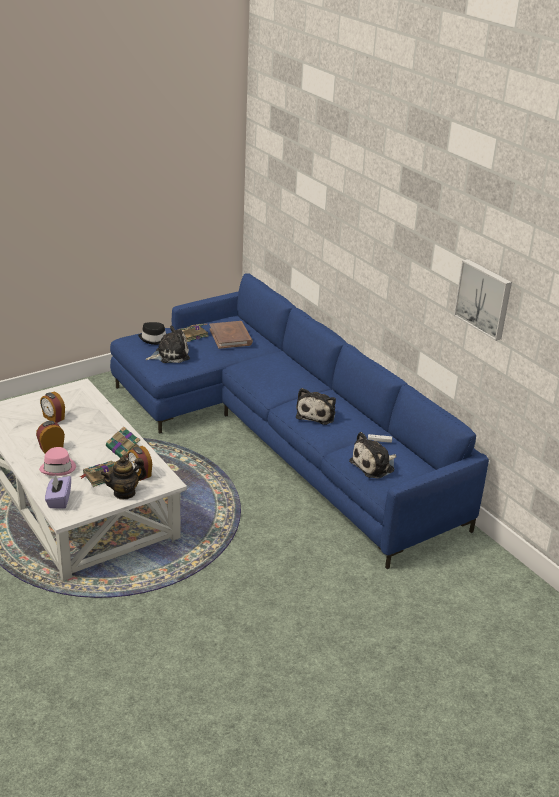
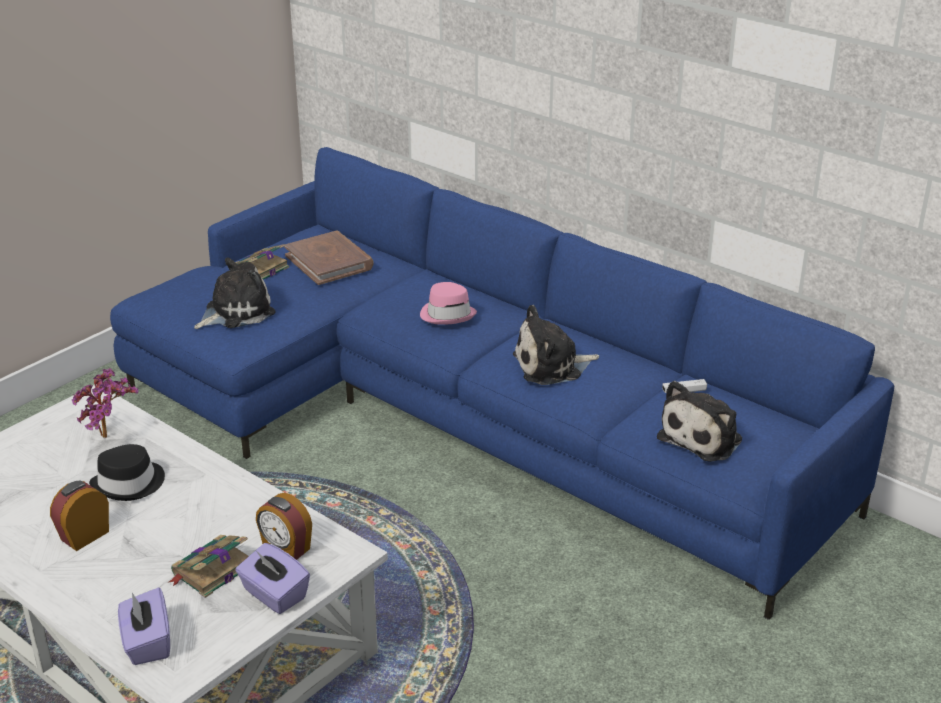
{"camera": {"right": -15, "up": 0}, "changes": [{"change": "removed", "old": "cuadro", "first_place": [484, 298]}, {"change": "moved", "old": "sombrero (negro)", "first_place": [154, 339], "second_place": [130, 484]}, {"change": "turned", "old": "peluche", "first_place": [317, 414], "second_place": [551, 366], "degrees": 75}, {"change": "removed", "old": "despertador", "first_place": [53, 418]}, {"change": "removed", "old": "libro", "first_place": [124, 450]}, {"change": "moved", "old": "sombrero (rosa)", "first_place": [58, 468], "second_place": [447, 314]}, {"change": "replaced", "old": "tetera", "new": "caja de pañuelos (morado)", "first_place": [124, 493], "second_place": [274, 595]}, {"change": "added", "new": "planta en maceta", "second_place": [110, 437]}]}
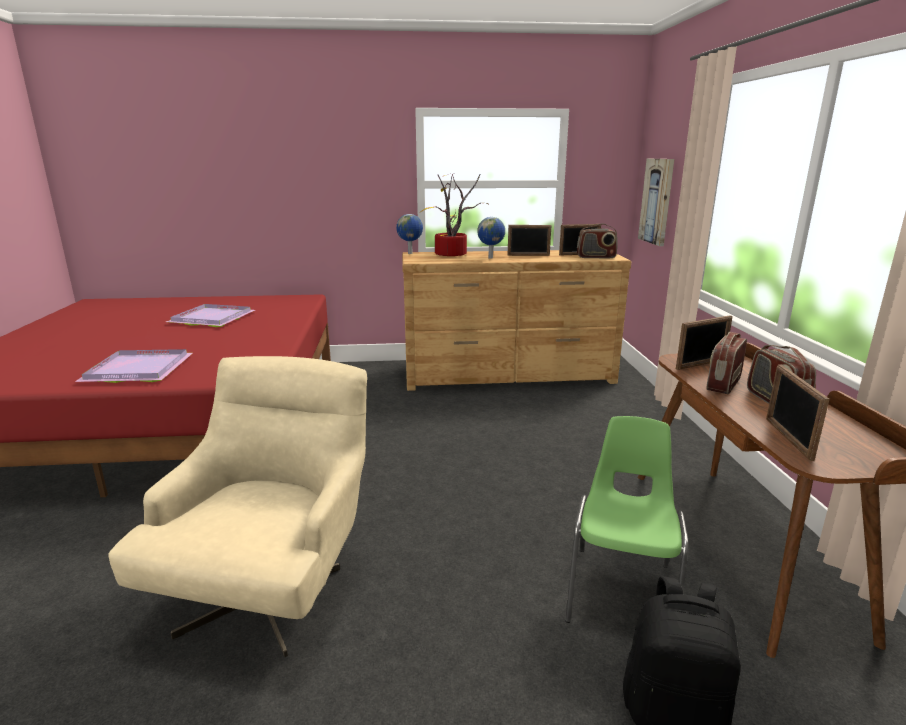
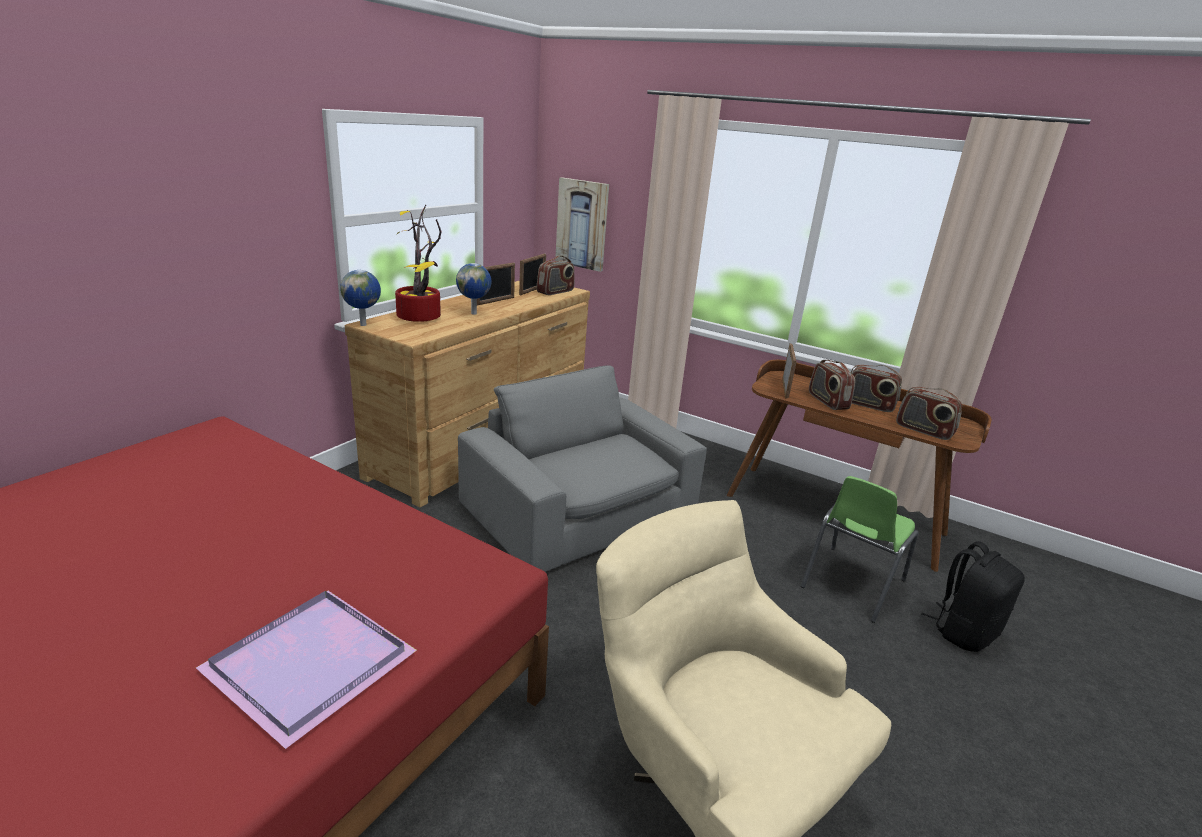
{"camera": {"right": -55, "up": 5}, "changes": [{"change": "removed", "old": "bandeja (morado)", "first_place": [212, 318]}, {"change": "replaced", "old": "portarretratos", "new": "radio", "first_place": [788, 438], "second_place": [923, 430]}, {"change": "turned", "old": "silla (verde)", "first_place": [622, 591], "second_place": [851, 584], "degrees": -105}, {"change": "added", "new": "sillón (gris)", "second_place": [581, 511]}]}
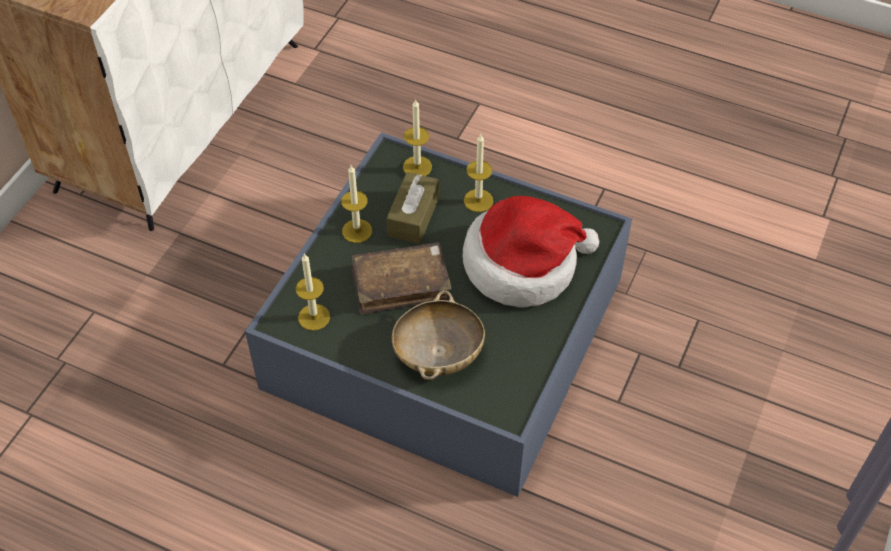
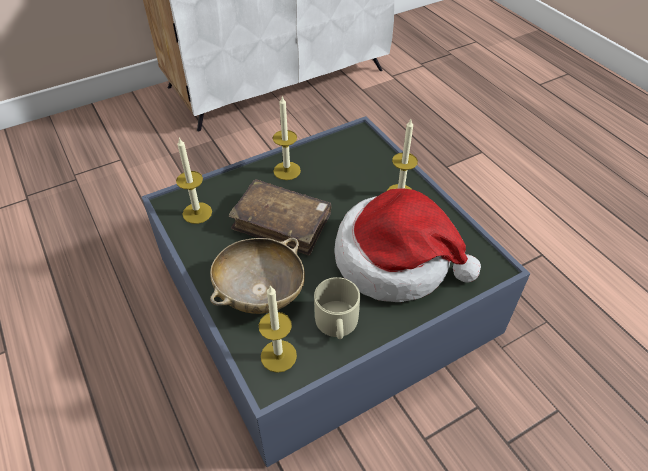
{"camera": {"right": 35, "up": -5}, "changes": [{"change": "moved", "old": "vela", "first_place": [417, 167], "second_place": [278, 356]}, {"change": "removed", "old": "caja de pañuelos (marrón)", "first_place": [413, 216]}, {"change": "added", "new": "taza grande (beis)", "second_place": [337, 323]}]}
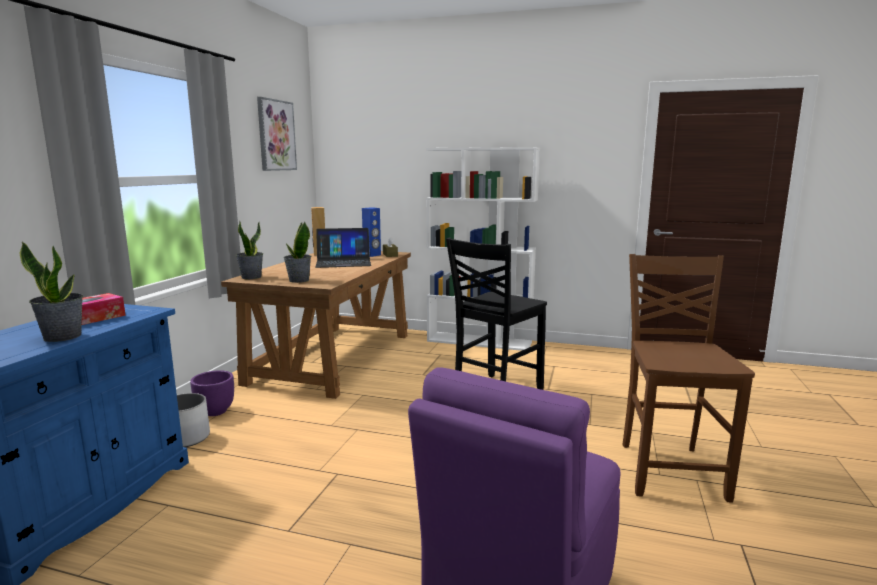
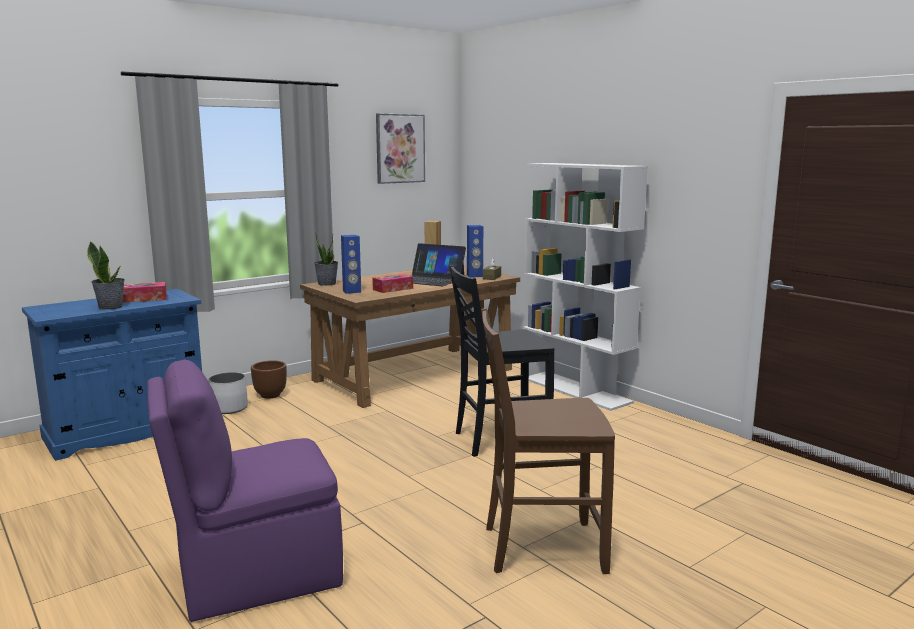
{"camera": {"right": 35, "up": 0}, "changes": [{"change": "replaced", "old": "planta en maceta", "new": "altavoz (azul)", "first_place": [298, 280], "second_place": [352, 291]}, {"change": "turned", "old": "silla (marrón)", "first_place": [670, 470], "second_place": [540, 547], "degrees": -135}, {"change": "recoloured", "old": "maceta (morado)", "new": "maceta (marrón)", "first_place": [215, 411], "second_place": [270, 395]}, {"change": "added", "new": "caja de pañuelos", "second_place": [393, 289]}]}
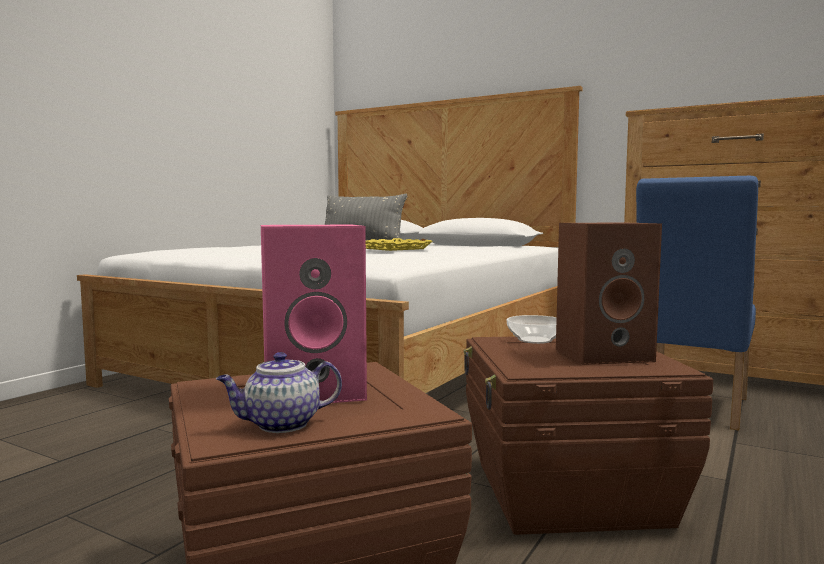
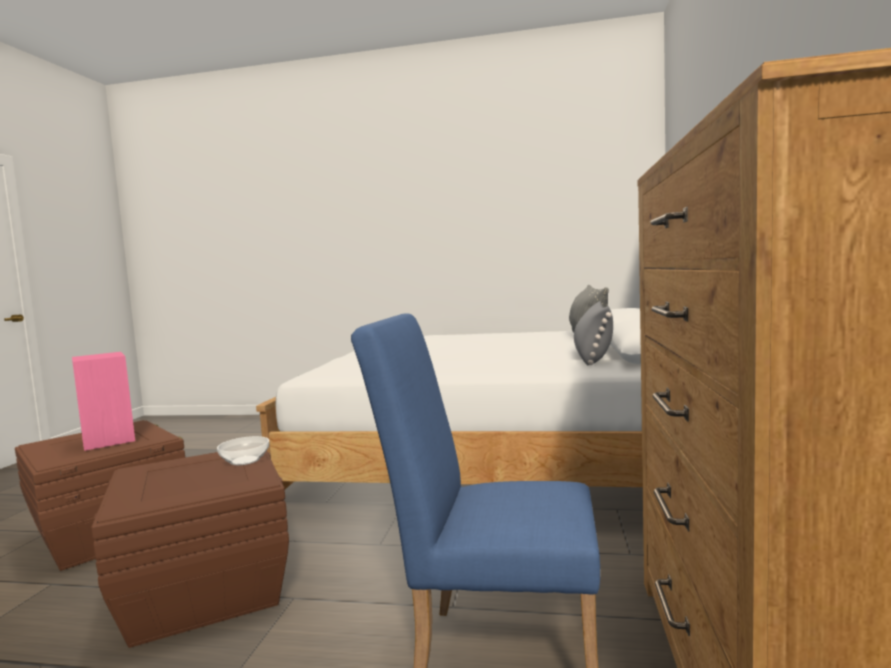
{"camera": {"right": 70, "up": 0}, "changes": [{"change": "removed", "old": "altavoz (marrón)", "first_place": [604, 355]}, {"change": "removed", "old": "bandeja (amarillo)", "first_place": [392, 248]}, {"change": "removed", "old": "tetera", "first_place": [280, 425]}, {"change": "added", "new": "cojín (gris)", "second_place": [593, 355]}]}
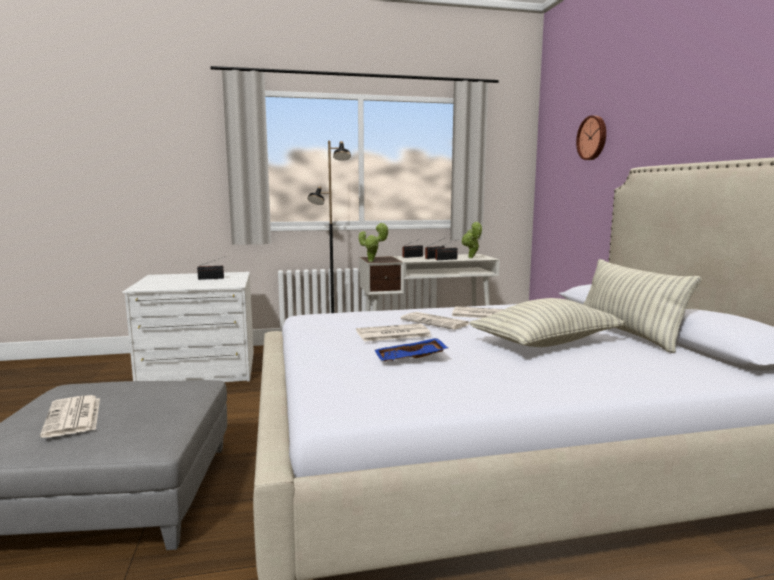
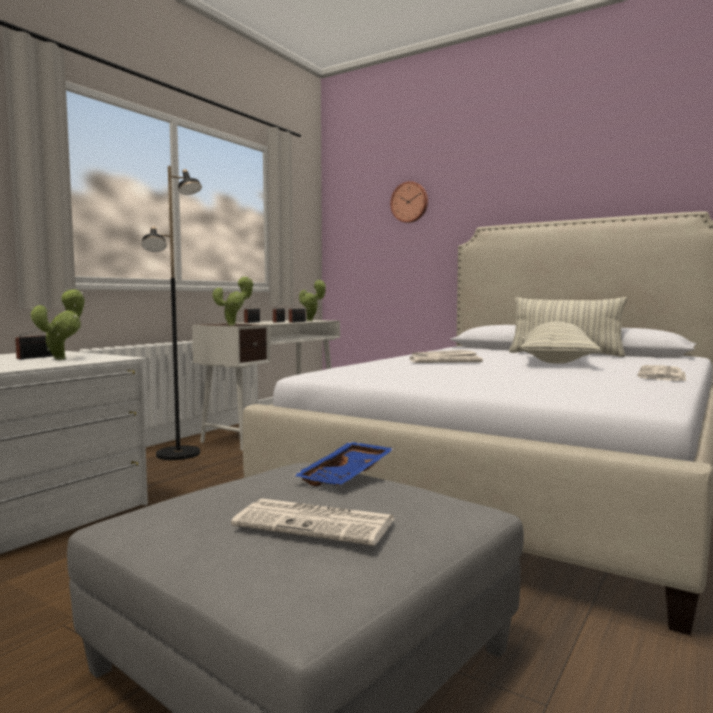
{"camera": {"right": -45, "up": -5}, "changes": [{"change": "moved", "old": "periódico", "first_place": [392, 334], "second_place": [663, 375]}, {"change": "moved", "old": "bandeja (azul)", "first_place": [410, 359], "second_place": [347, 476]}, {"change": "added", "new": "planta en maceta", "second_place": [63, 358]}]}
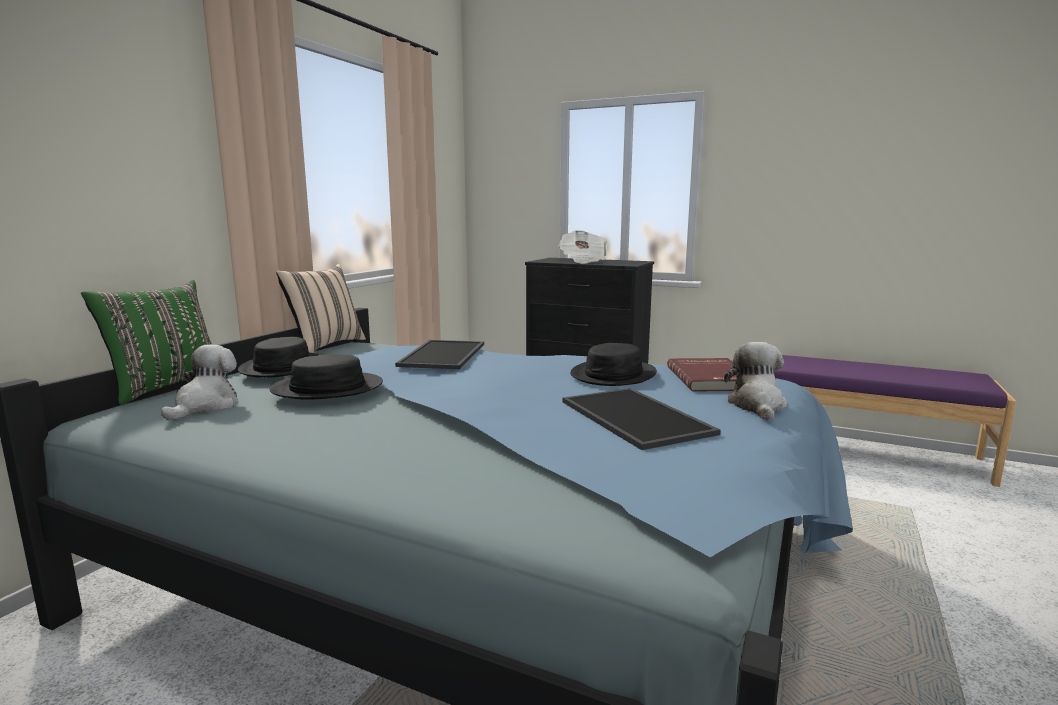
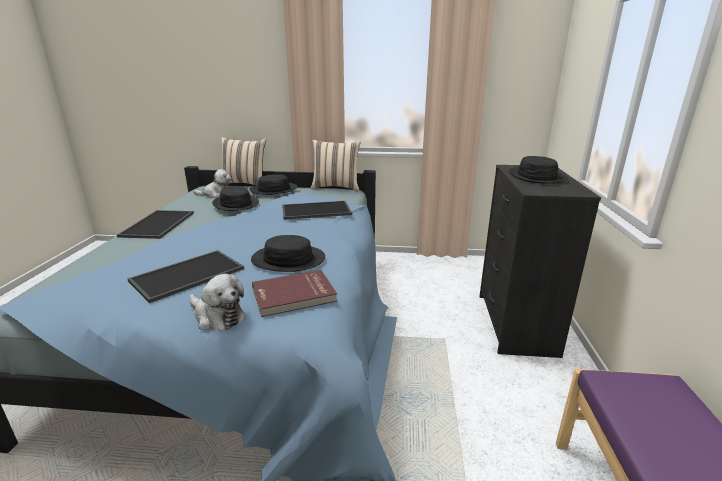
{"camera": {"right": 70, "up": 10}, "changes": [{"change": "replaced", "old": "periódico", "new": "sombrero (negro)", "first_place": [583, 261], "second_place": [536, 176]}, {"change": "recoloured", "old": "cojín (verde)", "new": "cojín (beis)", "first_place": [165, 388], "second_place": [245, 184]}, {"change": "turned", "old": "peluche", "first_place": [757, 406], "second_place": [217, 316], "degrees": 45}, {"change": "added", "new": "bandeja", "second_place": [159, 224]}]}
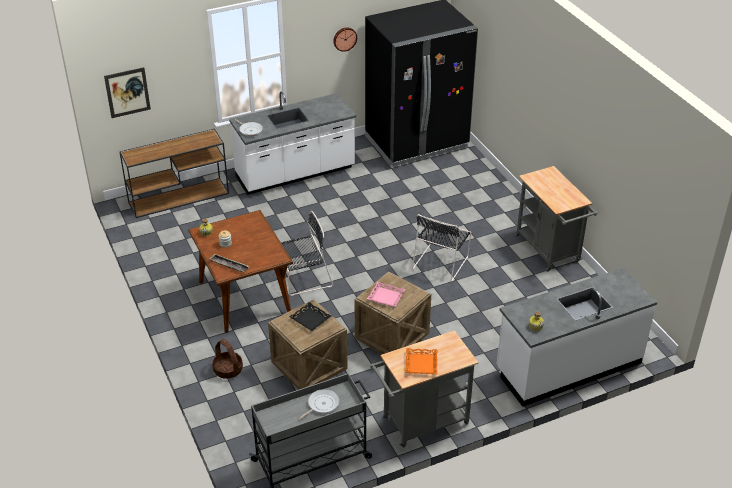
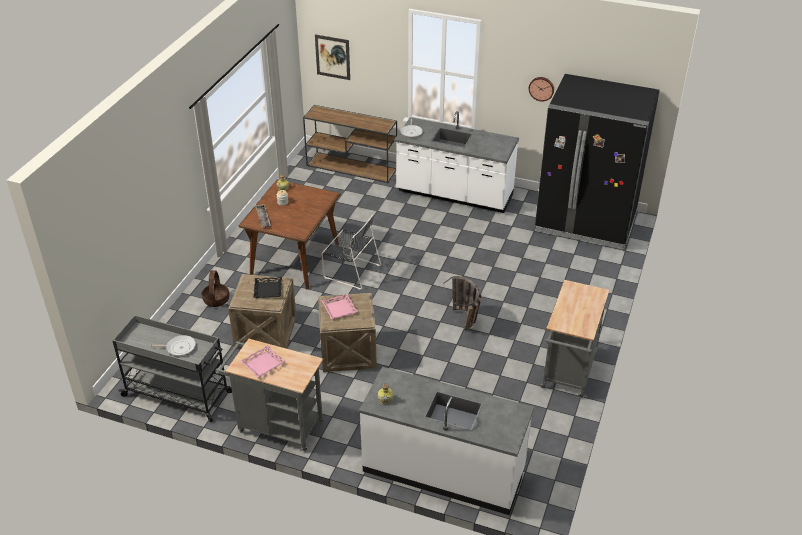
{"camera": {"right": 45, "up": 0}, "changes": [{"change": "replaced", "old": "silla (negro)", "new": "cesta", "first_place": [441, 262], "second_place": [465, 323]}, {"change": "recoloured", "old": "bandeja (naranja)", "new": "bandeja (rosa)", "first_place": [421, 364], "second_place": [263, 364]}]}
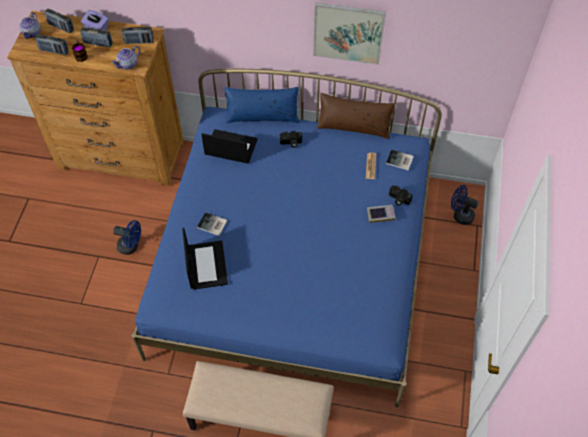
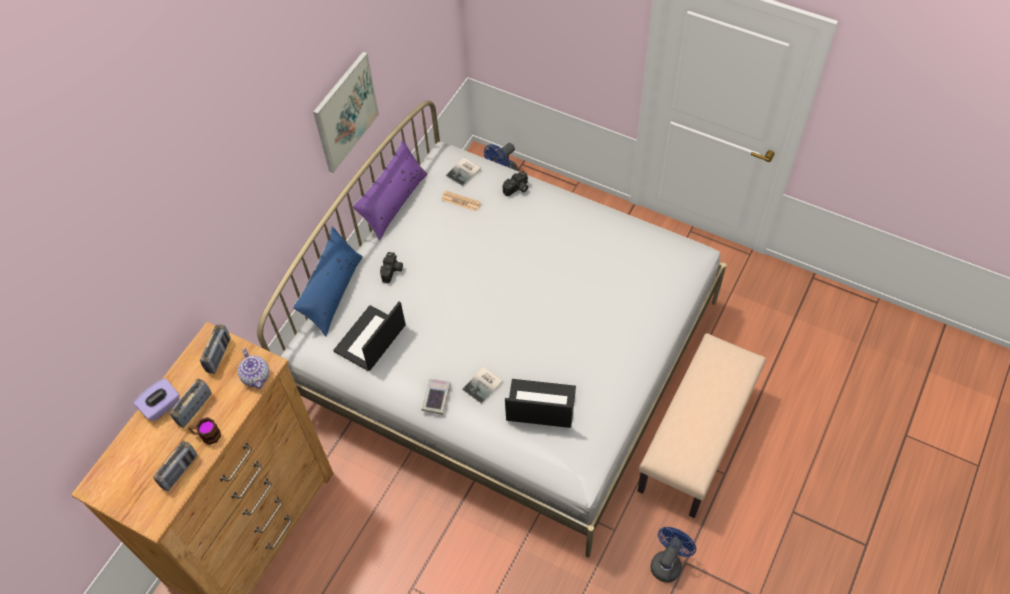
{"camera": {"right": -70, "up": 0}, "changes": [{"change": "removed", "old": "radio", "first_place": [61, 27]}, {"change": "removed", "old": "tetera", "first_place": [32, 33]}, {"change": "recoloured", "old": "cama (azul)", "new": "cama (blanco)", "first_place": [294, 263], "second_place": [507, 354]}, {"change": "recoloured", "old": "cojín (marrón)", "new": "cojín (morado)", "first_place": [354, 126], "second_place": [393, 202]}, {"change": "moved", "old": "libro", "first_place": [380, 214], "second_place": [436, 397]}, {"change": "moved", "old": "ventilador (azul)", "first_place": [131, 246], "second_place": [668, 562]}]}
